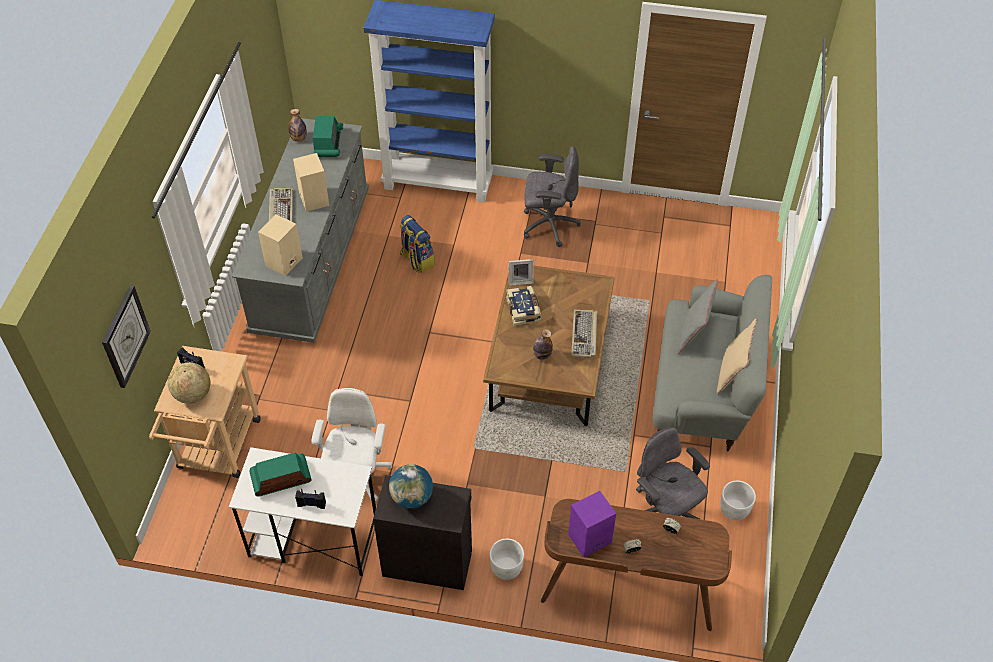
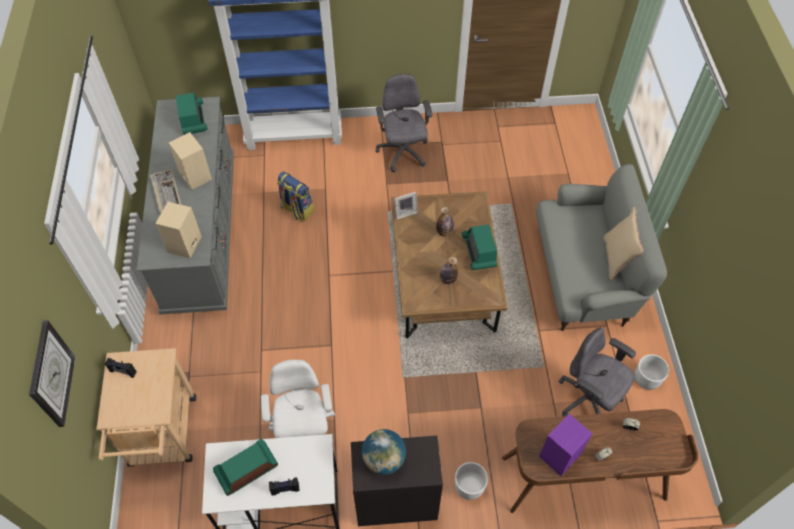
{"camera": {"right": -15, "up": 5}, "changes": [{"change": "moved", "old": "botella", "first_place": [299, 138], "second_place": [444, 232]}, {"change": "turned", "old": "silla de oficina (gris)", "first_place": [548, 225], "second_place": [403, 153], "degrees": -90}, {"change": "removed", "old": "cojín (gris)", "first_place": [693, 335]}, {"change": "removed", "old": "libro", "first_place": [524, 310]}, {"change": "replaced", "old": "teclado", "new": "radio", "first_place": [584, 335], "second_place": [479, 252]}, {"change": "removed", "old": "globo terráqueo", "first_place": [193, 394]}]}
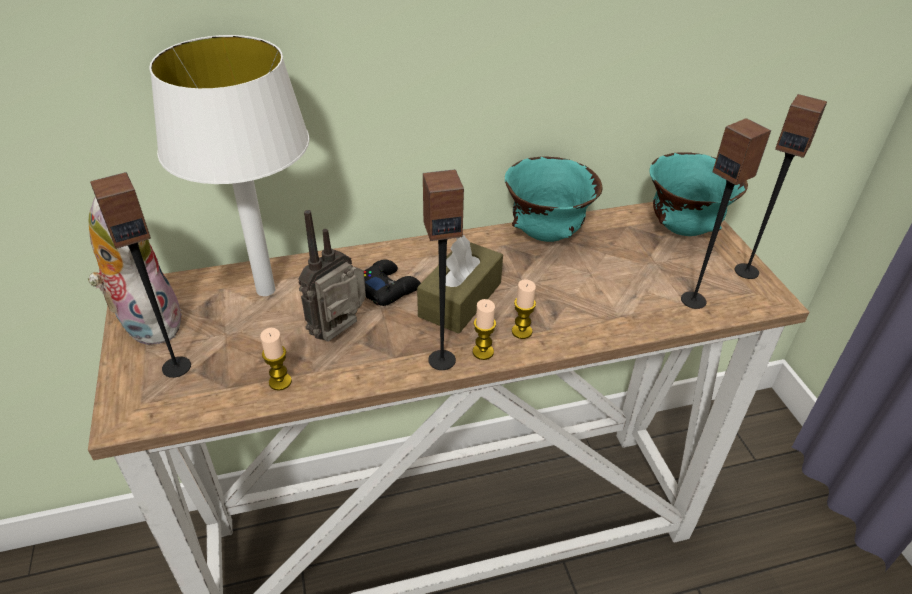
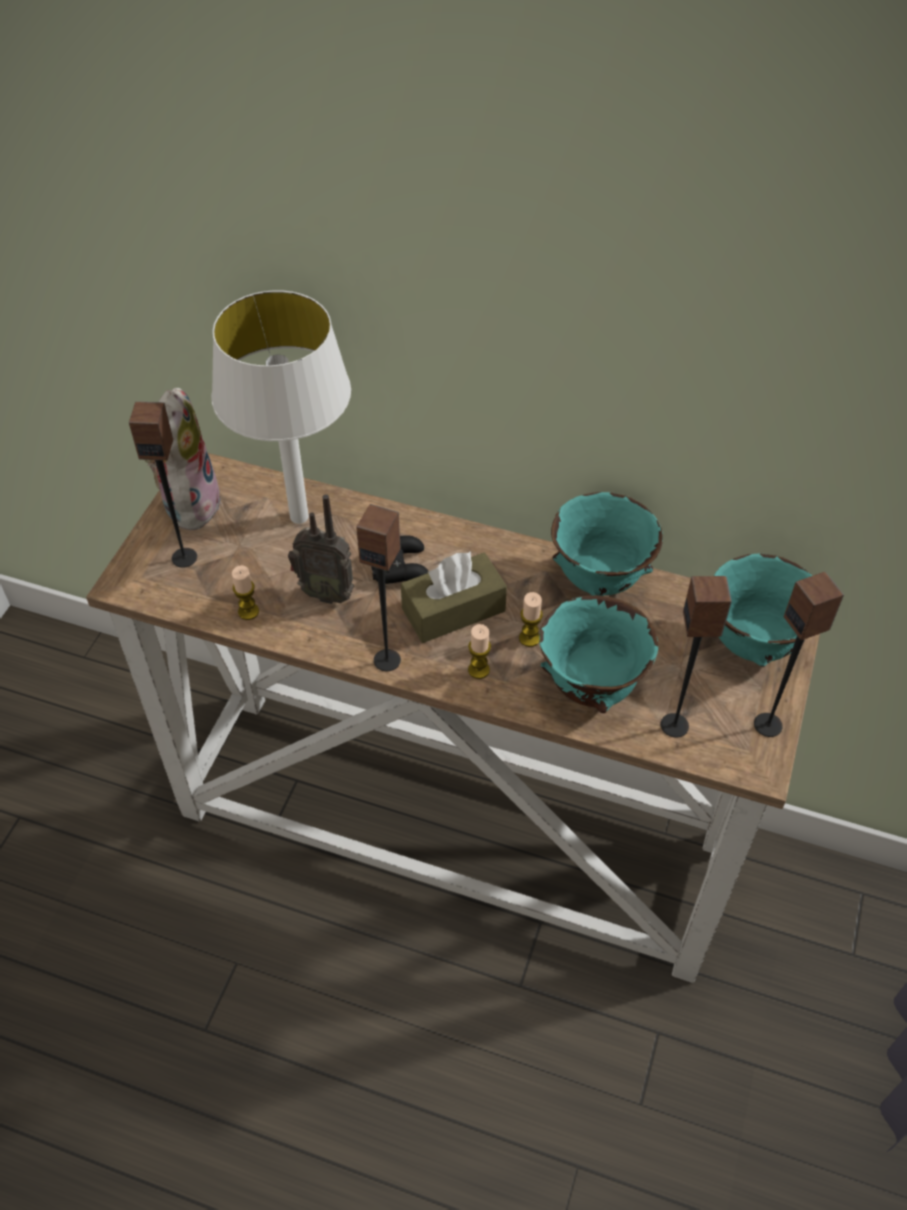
{"camera": {"right": 35, "up": 10}, "changes": [{"change": "turned", "old": "radio", "first_place": [341, 334], "second_place": [326, 592], "degrees": -150}, {"change": "moved", "old": "vela", "first_place": [483, 352], "second_place": [529, 638]}, {"change": "added", "new": "cuenco (turquesa)", "second_place": [590, 686]}]}
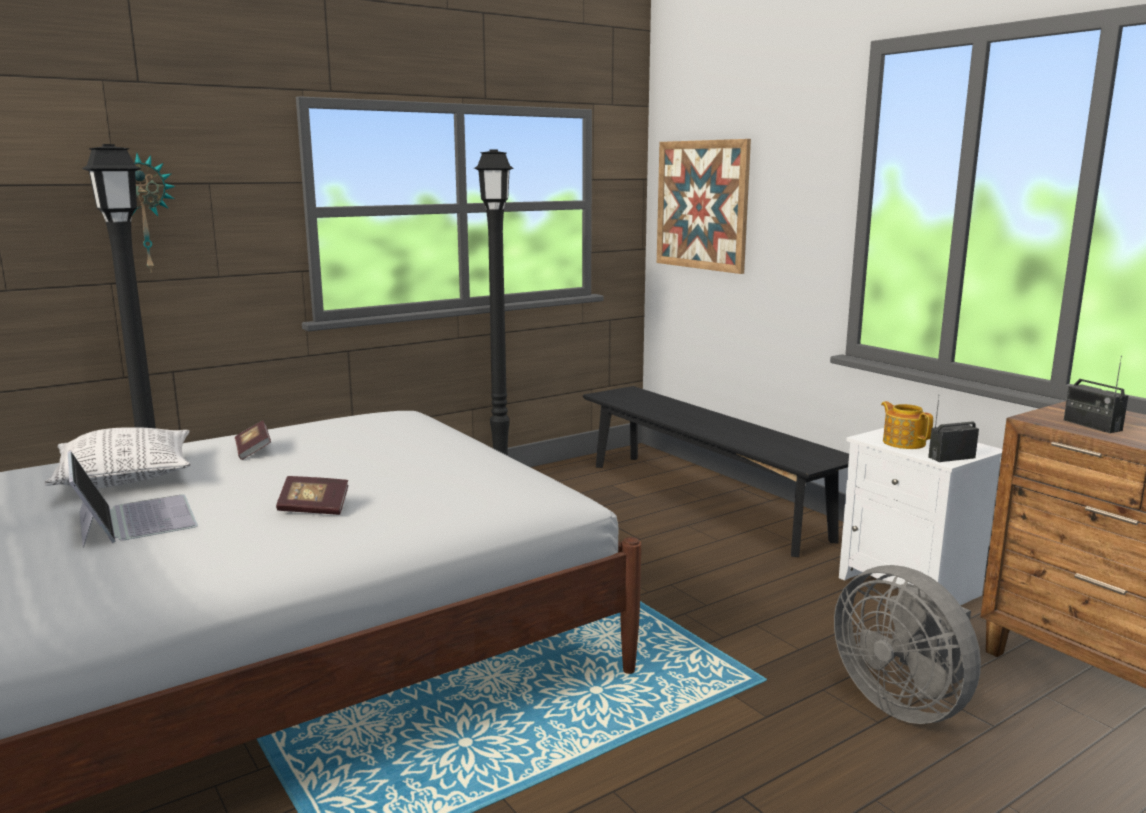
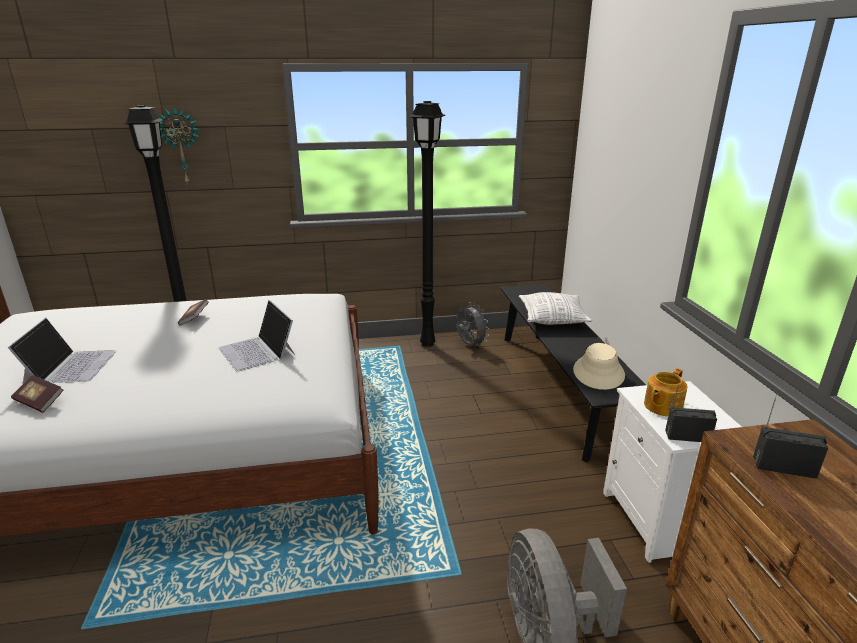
{"camera": {"right": 25, "up": 10}, "changes": [{"change": "removed", "old": "cuadro", "first_place": [702, 205]}, {"change": "turned", "old": "radio", "first_place": [1092, 425], "second_place": [784, 467], "degrees": 105}, {"change": "turned", "old": "tetera", "first_place": [903, 442], "second_place": [662, 406], "degrees": -135}, {"change": "moved", "old": "cojín", "first_place": [125, 477], "second_place": [552, 318]}, {"change": "moved", "old": "libro", "first_place": [314, 509], "second_place": [40, 402]}, {"change": "added", "new": "portátil", "second_place": [258, 351]}, {"change": "added", "new": "ventilador (gris)", "second_place": [469, 345]}, {"change": "added", "new": "sombrero (beis)", "second_place": [599, 373]}]}
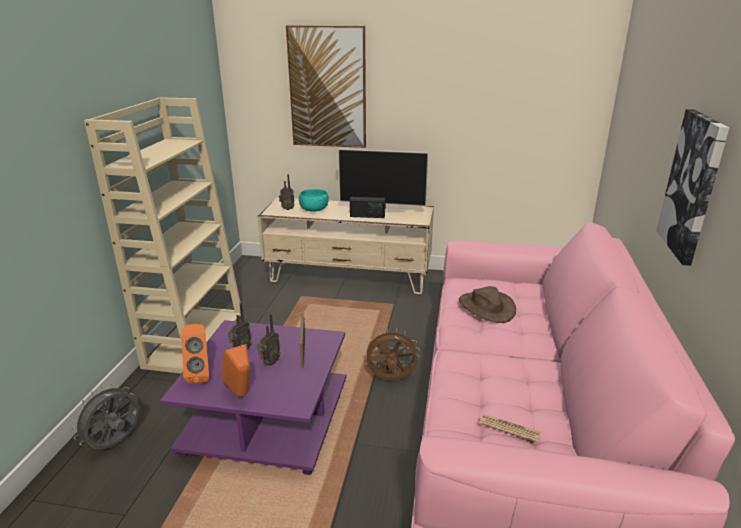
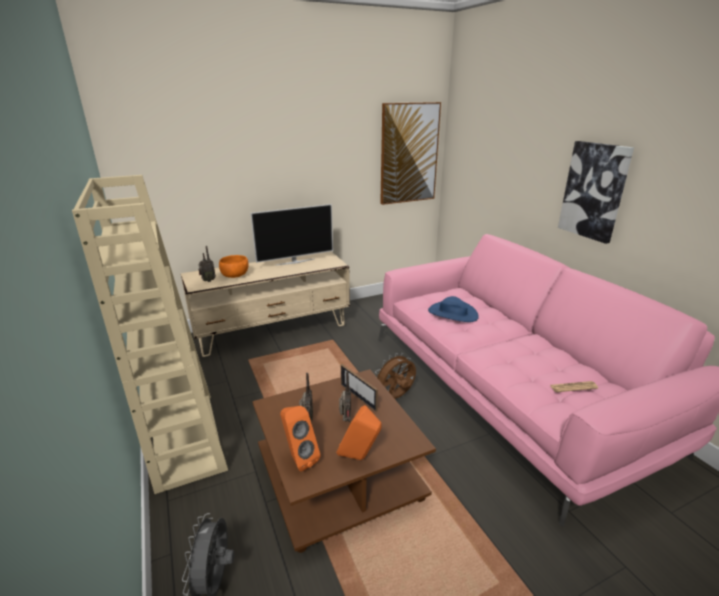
{"camera": {"right": -35, "up": 0}, "changes": [{"change": "moved", "old": "cuadro", "first_place": [327, 88], "second_place": [409, 154]}, {"change": "recoloured", "old": "cuenco (turquesa)", "new": "cuenco (naranja)", "first_place": [313, 210], "second_place": [235, 276]}, {"change": "removed", "old": "radio", "first_place": [367, 216]}, {"change": "recoloured", "old": "sombrero (marrón)", "new": "sombrero (azul)", "first_place": [486, 307], "second_place": [452, 313]}, {"change": "recoloured", "old": "mesa de centro (morado)", "new": "mesa de centro (marrón)", "first_place": [268, 421], "second_place": [341, 476]}]}
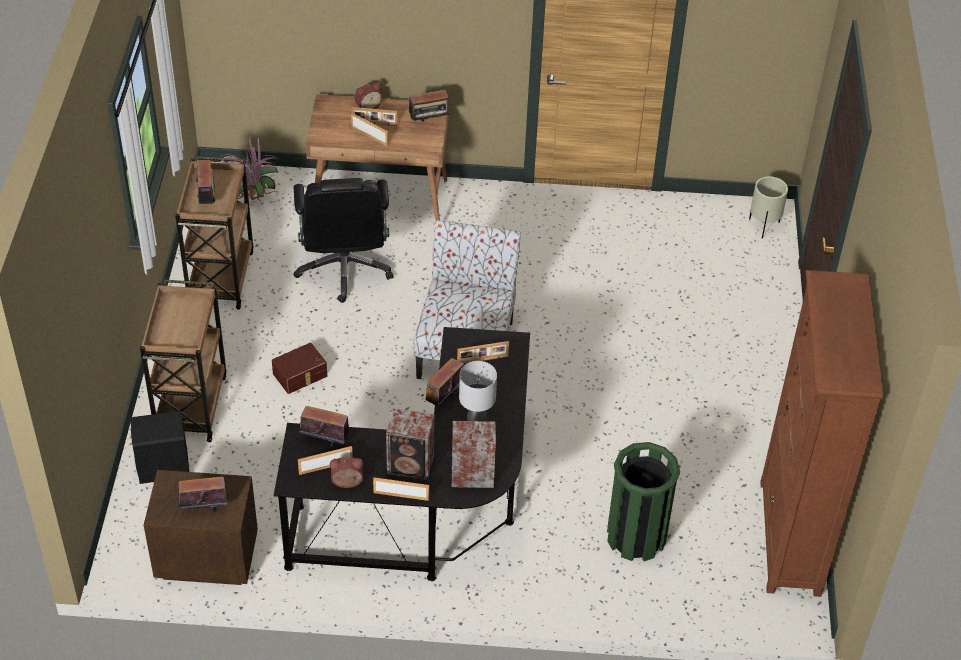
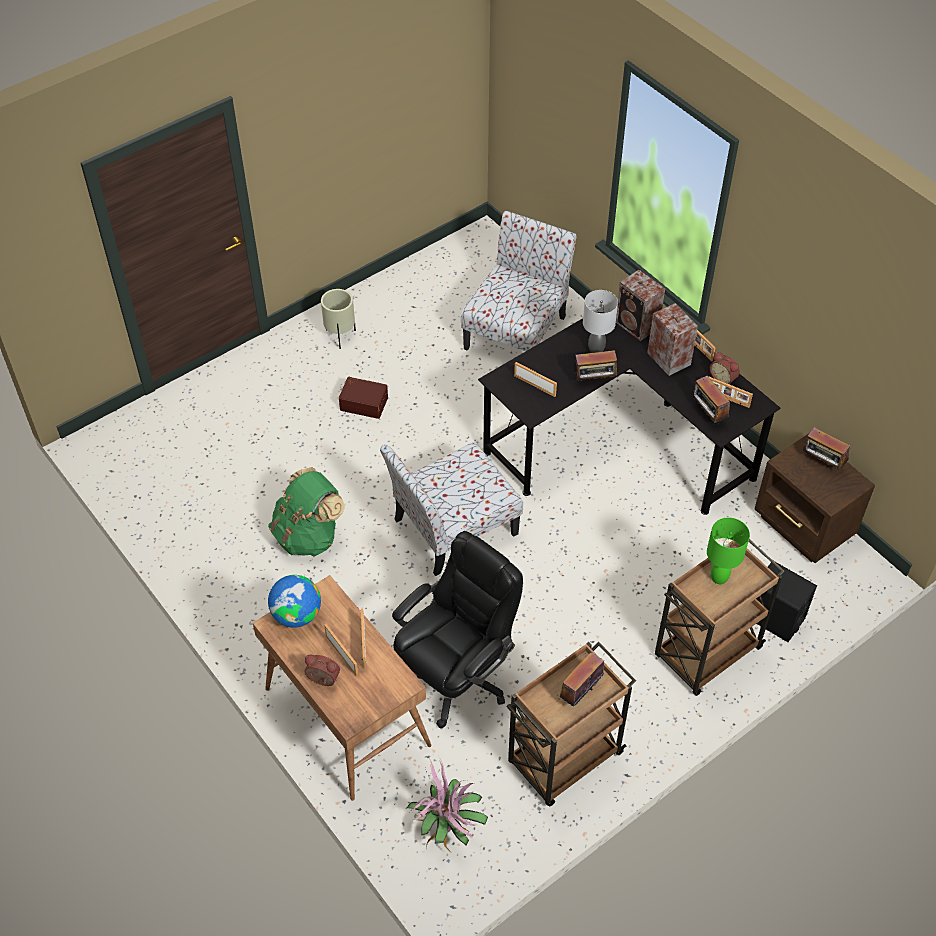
{"camera": {"right": -130, "up": 5}, "changes": [{"change": "replaced", "old": "radio", "new": "globo terráqueo", "first_place": [429, 122], "second_place": [296, 615]}, {"change": "moved", "old": "maceta (beis)", "first_place": [763, 226], "second_place": [340, 337]}, {"change": "removed", "old": "estantería (marrón)", "first_place": [790, 538]}, {"change": "moved", "old": "caja de almacenaje (marrón)", "first_place": [300, 375], "second_place": [364, 403]}, {"change": "replaced", "old": "papelera (verde)", "new": "silla", "first_place": [636, 537], "second_place": [516, 331]}, {"change": "added", "new": "mochila (verde)", "second_place": [308, 535]}, {"change": "added", "new": "lámpara de mesa (verde)", "second_place": [718, 577]}]}
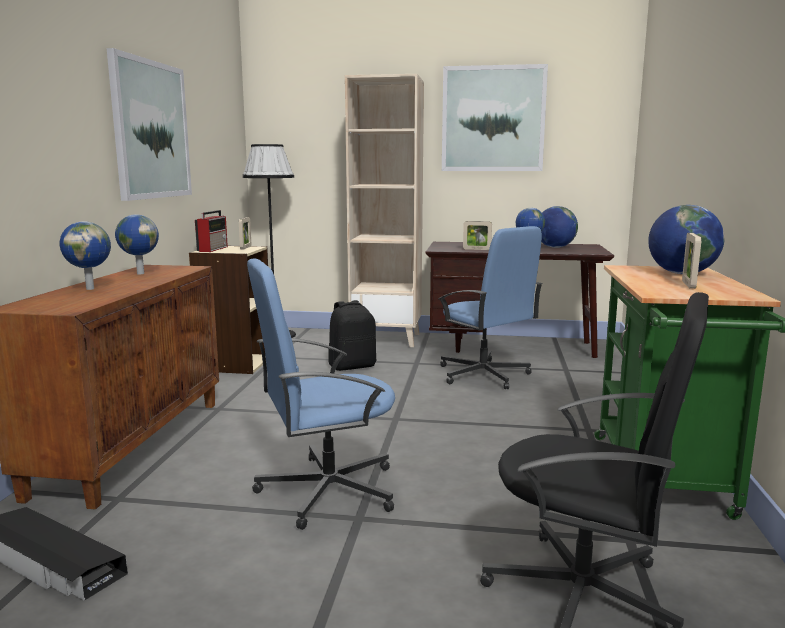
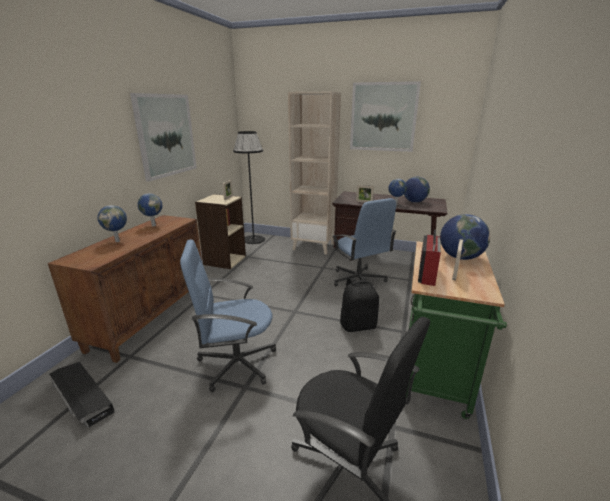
{"camera": {"right": 10, "up": 10}, "changes": [{"change": "moved", "old": "radio", "first_place": [213, 249], "second_place": [427, 274]}, {"change": "moved", "old": "mochila (negro)", "first_place": [352, 366], "second_place": [358, 325]}]}
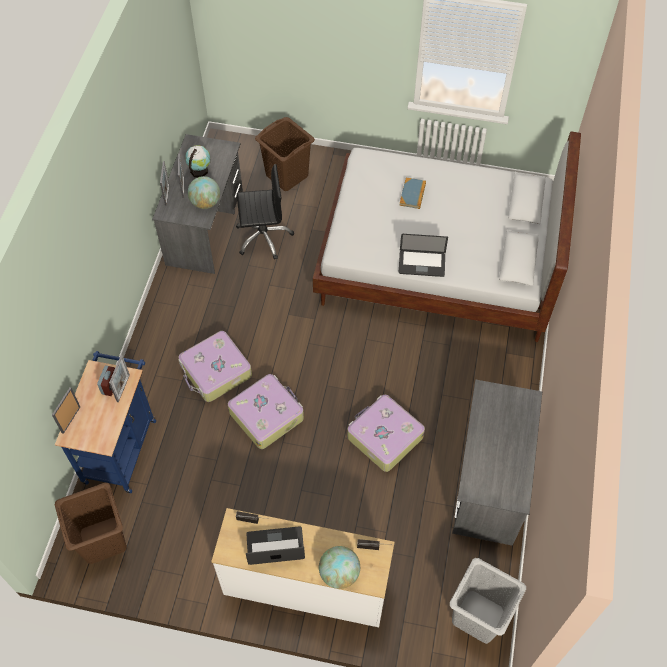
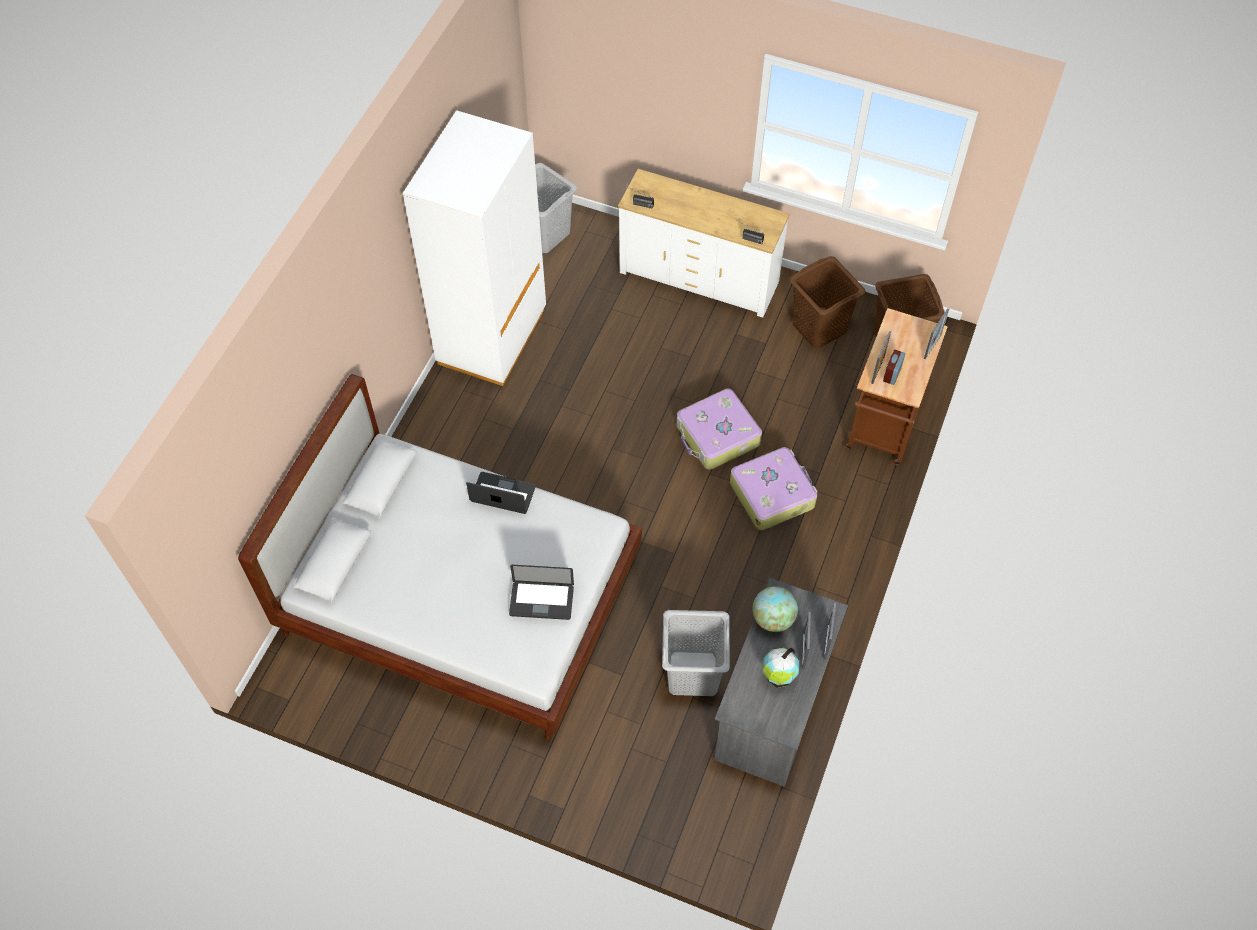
{"camera": {"right": -170, "up": 0}, "changes": [{"change": "moved", "old": "cesto de la ropa (marrón)", "first_place": [287, 176], "second_place": [819, 327]}, {"change": "replaced", "old": "silla de oficina (negro)", "new": "cesto de la ropa (gris)", "first_place": [263, 237], "second_place": [692, 673]}, {"change": "removed", "old": "libro", "first_place": [412, 194]}, {"change": "recoloured", "old": "carrito (azul)", "new": "carrito (marrón)", "first_place": [121, 446], "second_place": [883, 428]}, {"change": "replaced", "old": "escritorio (gris)", "new": "armario ropero (blanco)", "first_place": [489, 480], "second_place": [492, 338]}, {"change": "removed", "old": "maleta", "first_place": [384, 437]}, {"change": "moved", "old": "portátil", "first_place": [275, 546], "second_place": [541, 601]}, {"change": "removed", "old": "globo terráqueo", "first_place": [339, 573]}]}
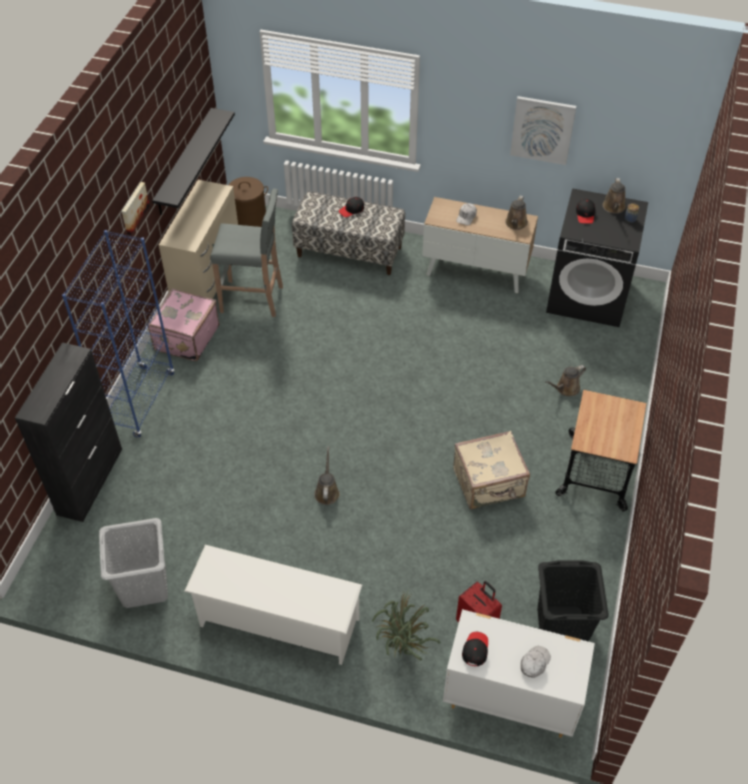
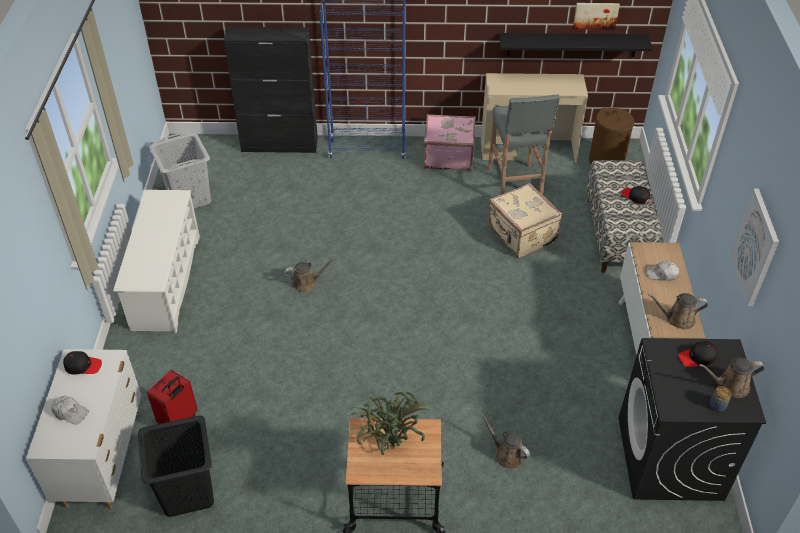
{"camera": {"right": 75, "up": -5}, "changes": [{"change": "moved", "old": "cuadro", "first_place": [133, 207], "second_place": [595, 15]}, {"change": "moved", "old": "maleta (beis)", "first_place": [489, 484], "second_place": [521, 235]}, {"change": "moved", "old": "planta en maceta", "first_place": [402, 649], "second_place": [389, 446]}]}
